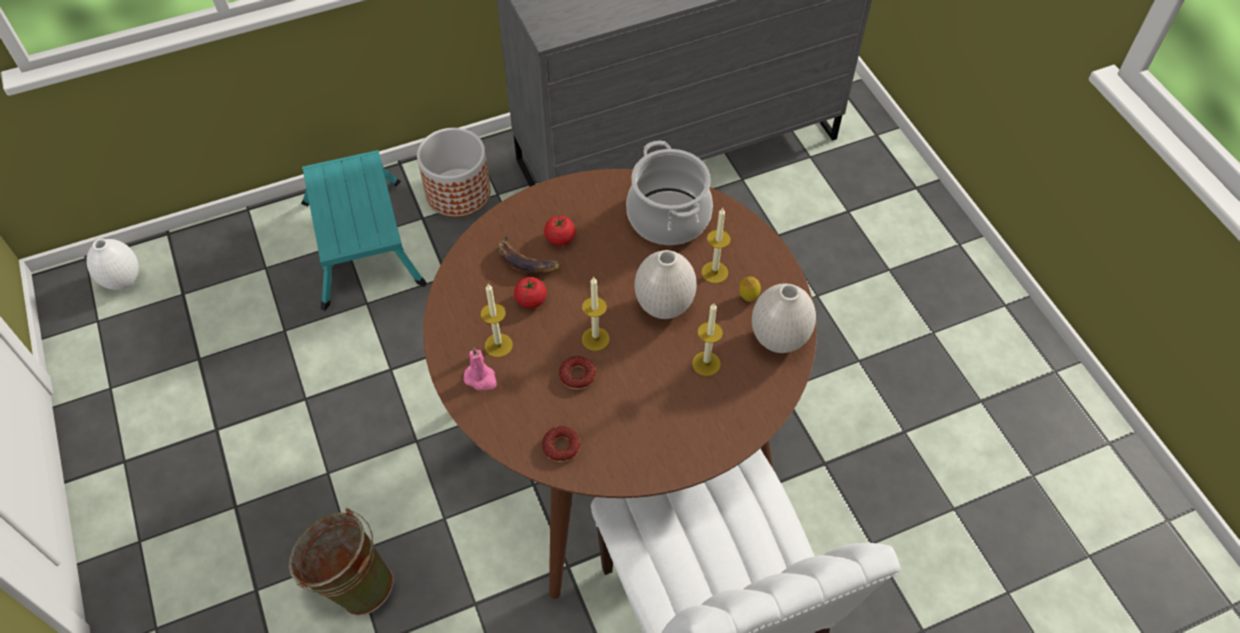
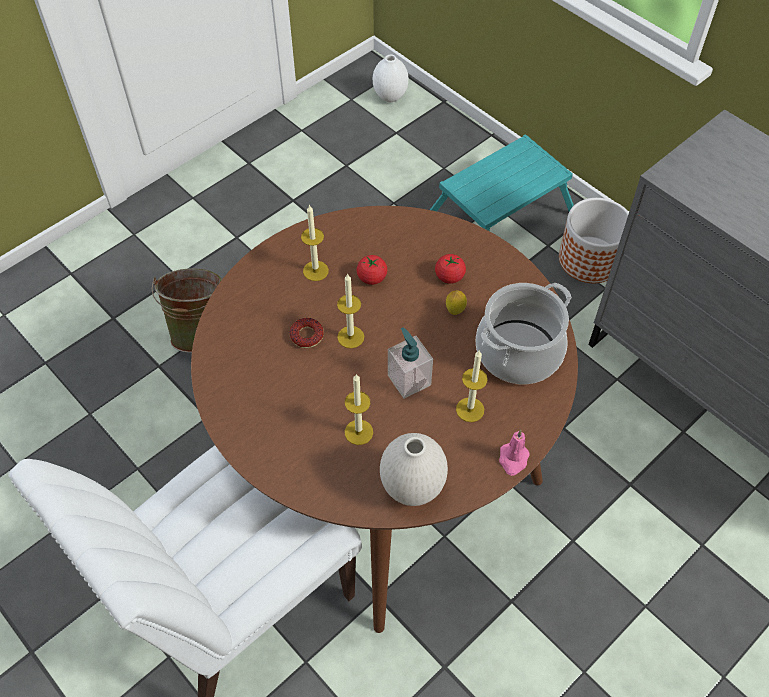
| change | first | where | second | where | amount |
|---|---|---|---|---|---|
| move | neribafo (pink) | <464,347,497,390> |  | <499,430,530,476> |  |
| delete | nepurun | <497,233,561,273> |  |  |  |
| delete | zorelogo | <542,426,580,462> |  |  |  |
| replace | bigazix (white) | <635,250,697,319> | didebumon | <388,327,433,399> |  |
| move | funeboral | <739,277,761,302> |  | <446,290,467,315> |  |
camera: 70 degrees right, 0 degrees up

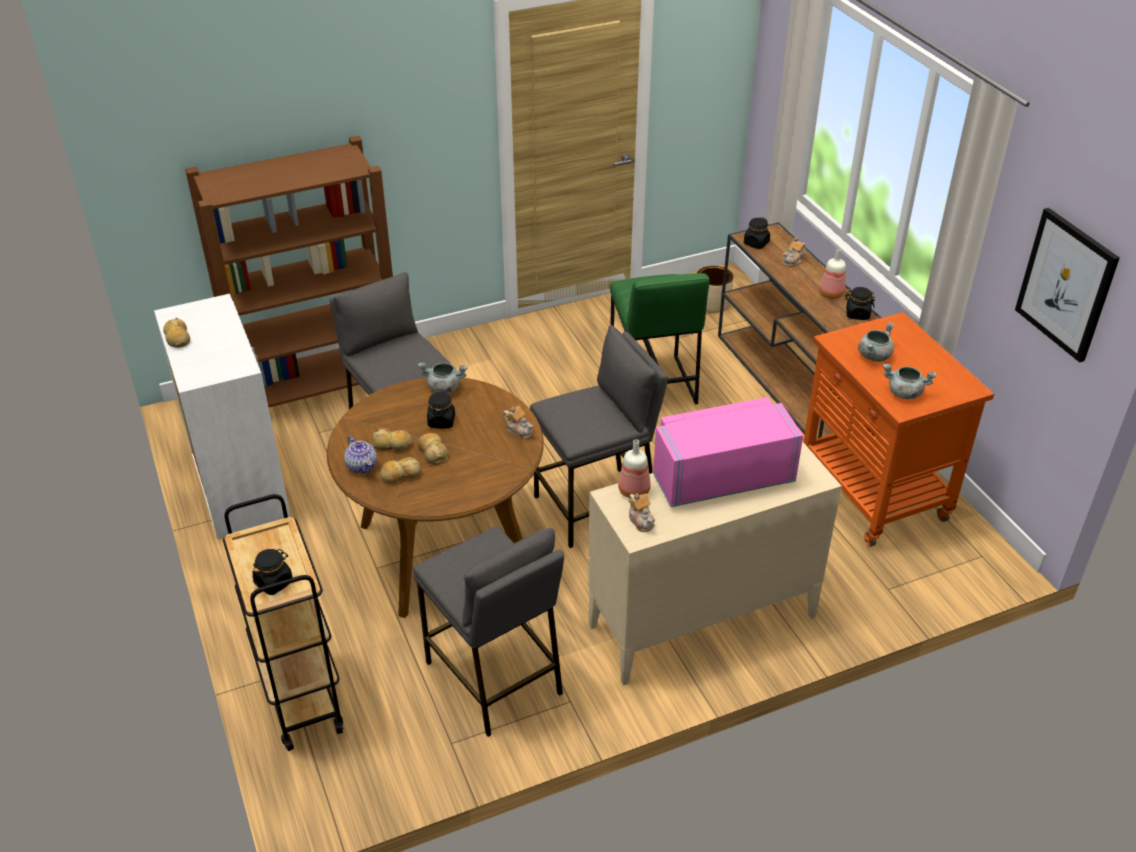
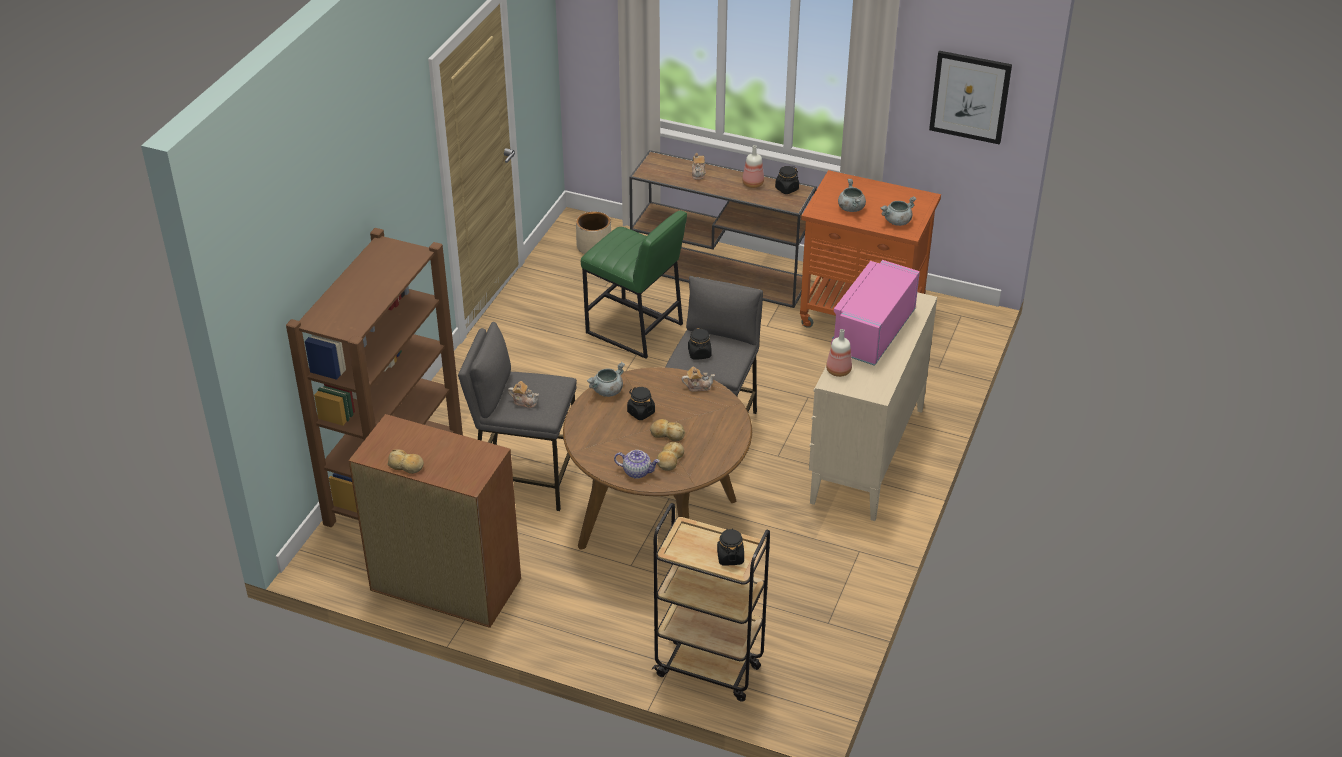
| change | first | where | second | where | amount |
|---|---|---|---|---|---|
| recolor | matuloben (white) | <154,294,290,539> | matuloben (brown) | <348,414,521,628> |  |
| delete | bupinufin | <372,429,412,451> |  |  |  |
| delete | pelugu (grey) | <413,527,564,737> |  |  |  |
| move | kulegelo | <629,493,655,532> |  | <508,381,539,408> |  |
| move | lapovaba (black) | <744,217,770,249> |  | <688,328,712,360> |  |
camera: 45 degrees left, 0 degrees up

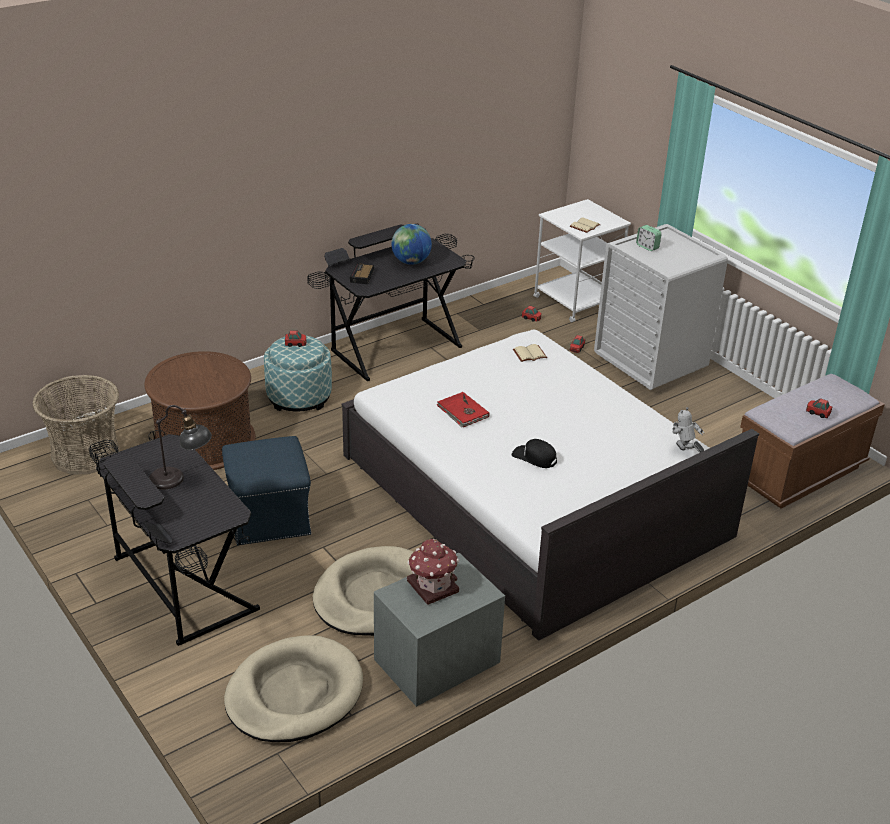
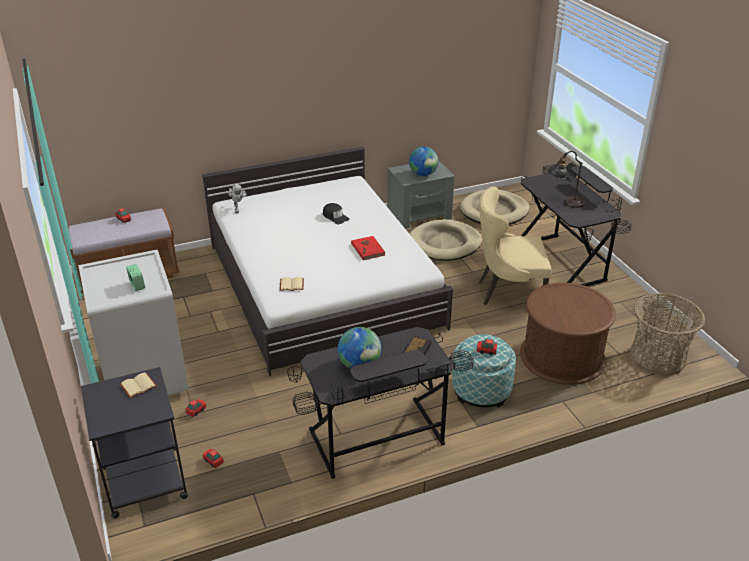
| change | first | where | second | where | amount |
|---|---|---|---|---|---|
| replace | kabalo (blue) | <222,436,312,545> | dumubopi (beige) | <479,186,551,305> |  |
| replace | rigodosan | <407,539,459,605> | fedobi | <409,146,438,176> |  |
| recolor | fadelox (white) | <533,199,631,322> | fadelox (black) | <81,367,188,519> |  |
camera: 165 degrees left, 0 degrees up

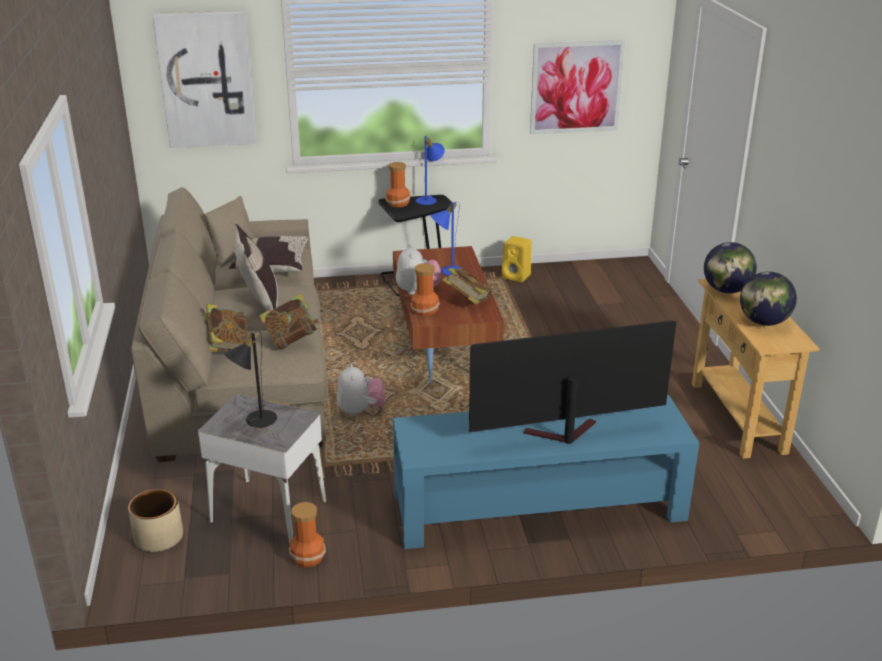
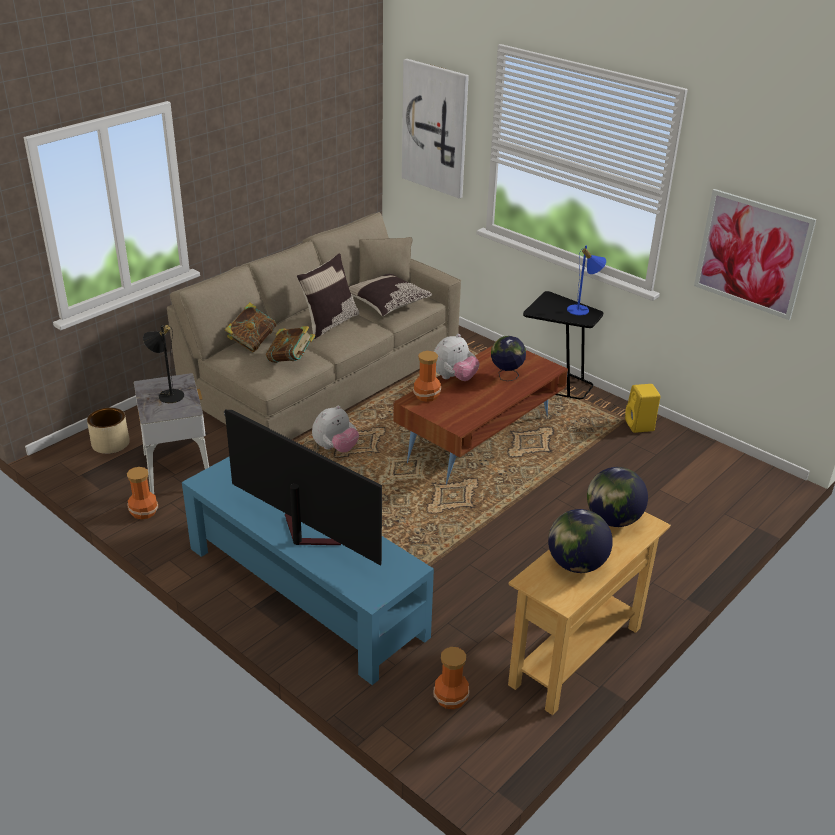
| change | first | where | second | where | amount |
|---|---|---|---|---|---|
| move | bigazix | <386,162,411,207> |  | <434,647,469,709> |  |
| replace | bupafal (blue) | <430,202,463,276> | fedobi | <491,336,526,381> |  |
| delete | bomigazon | <442,268,492,304> |  |  |  |
camera: 50 degrees right, 5 degrees up

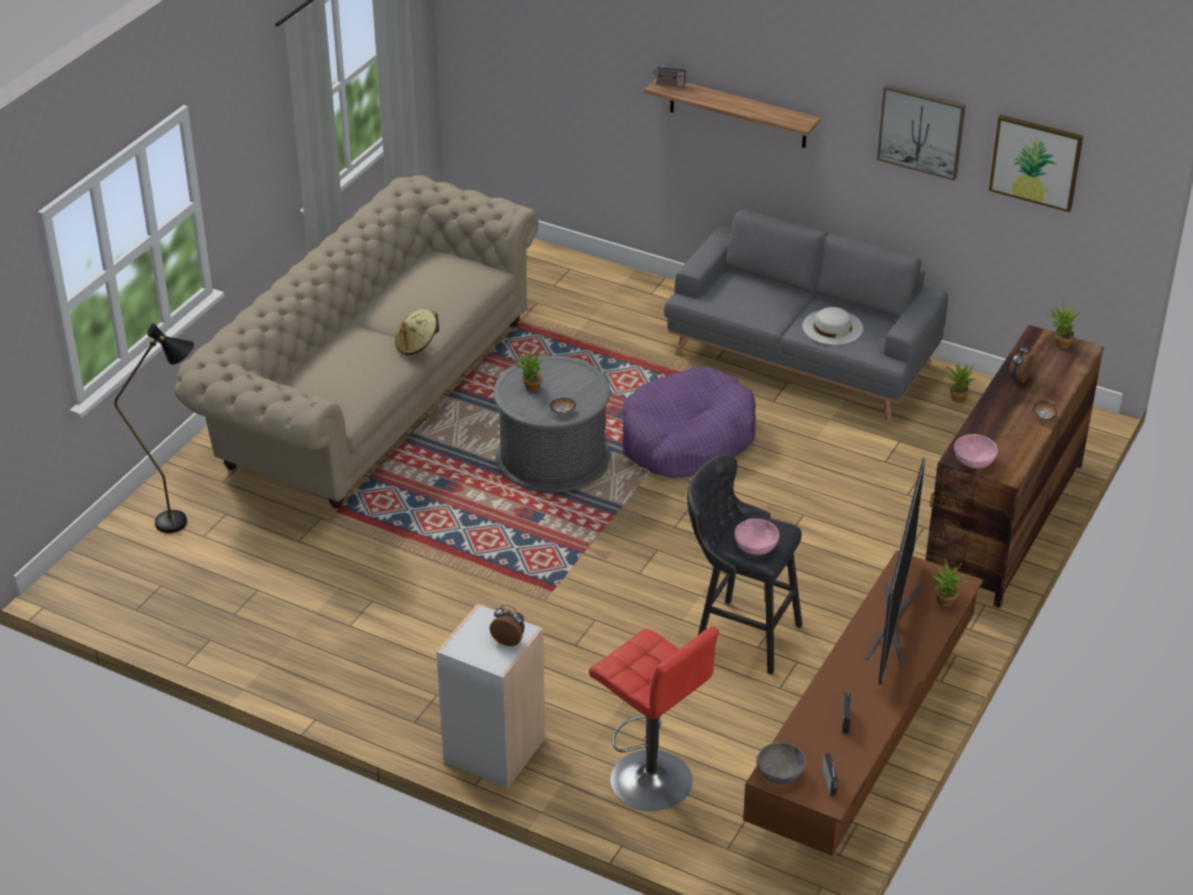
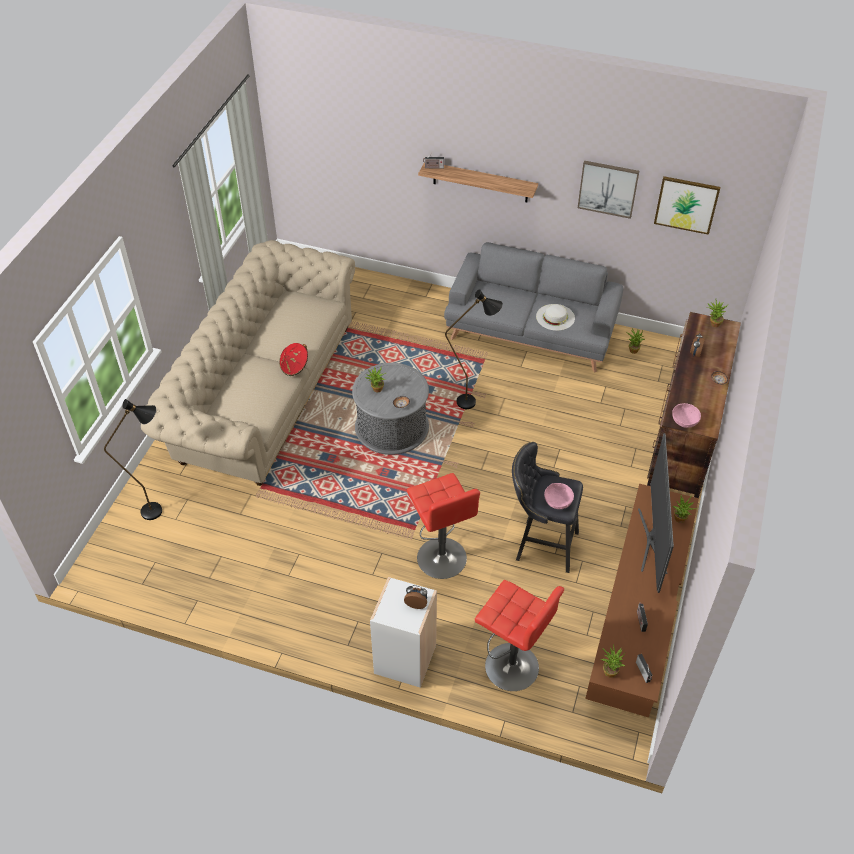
| change | first | where | second | where | amount |
|---|---|---|---|---|---|
| recolor | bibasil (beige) | <395,309,439,356> | bibasil (red) | <279,343,308,376> |  |
| replace | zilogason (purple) | <622,367,756,478> | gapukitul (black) | <445,289,503,409> |  |
| replace | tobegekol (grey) | <757,742,806,784> | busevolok | <601,644,625,678> |  |
| insert |  |  | pelugu (red) | <407,473,480,579> |  |
camera: 10 degrees left, 10 degrees up

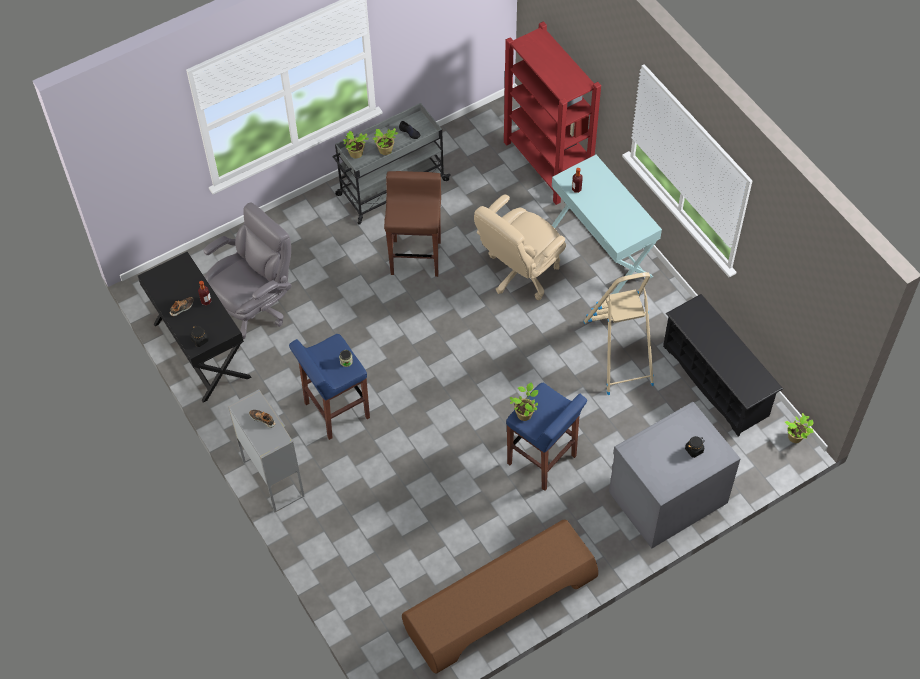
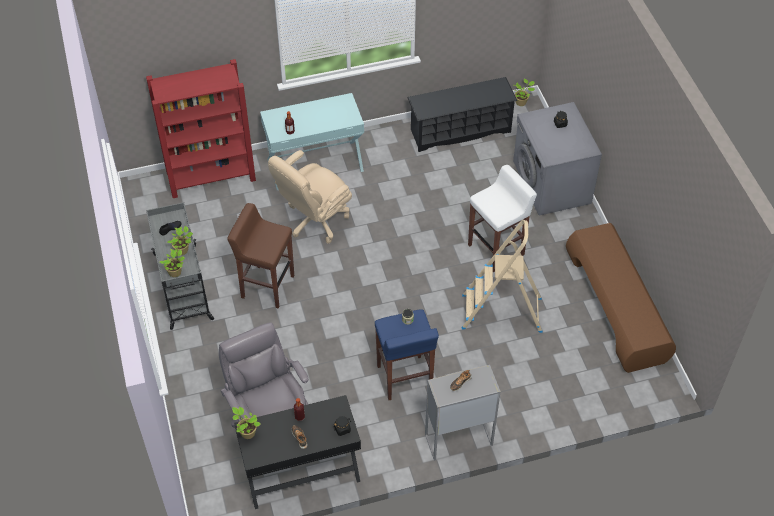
| change | first | where | second | where | amount |
|---|---|---|---|---|---|
| rotate | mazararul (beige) | <474,194,566,300> |  | <268,150,352,244> | 75 degrees clockwise |
| recolor | pelugu (blue) | <506,383,587,491> | pelugu (white) | <468,165,537,272> |  |
| move | busevolok | <510,382,538,421> |  | <232,407,260,439> |  |
| move | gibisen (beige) | <583,272,654,395> |  | <462,220,543,333> |  |
camera: 75 degrees left, 5 degrees down

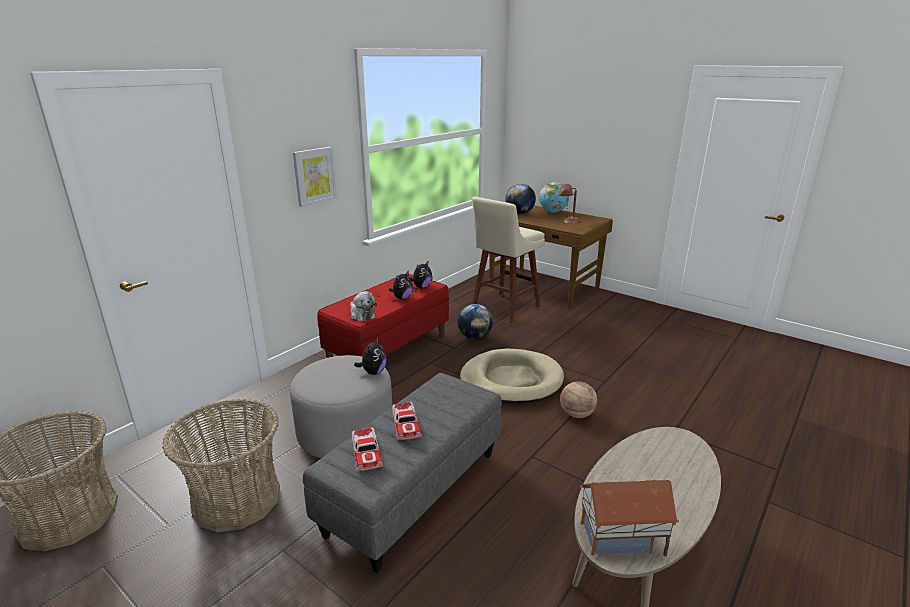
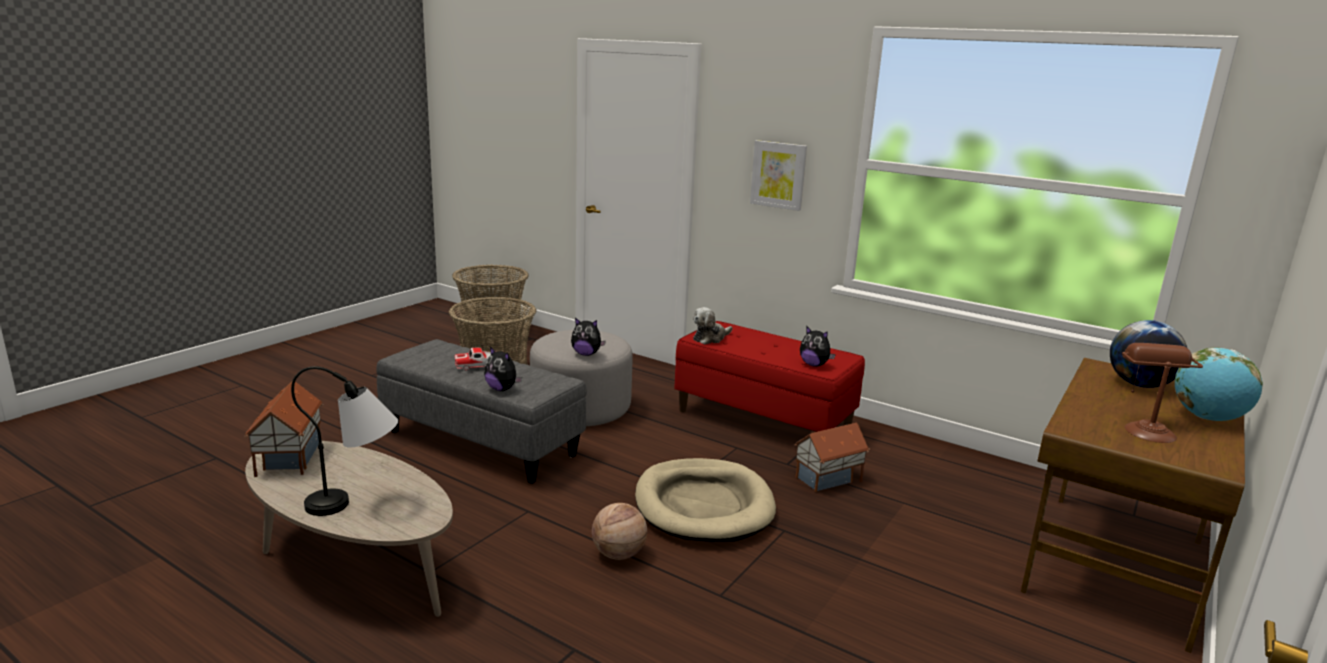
| change | first | where | second | where | amount |
|---|---|---|---|---|---|
| delete | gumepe | <351,427,383,471> |  |  |  |
| move | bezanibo | <389,271,413,300> |  | <484,347,522,391> |  |
| replace | fedobi | <457,304,493,339> | rigodosan | <794,423,870,492> |  |
| delete | pelugu (beige) | <472,197,545,323> |  |  |  |
| insert |  |  | bupafal | <291,366,398,516> |  |
camera: 85 degrees right, 5 degrees down

